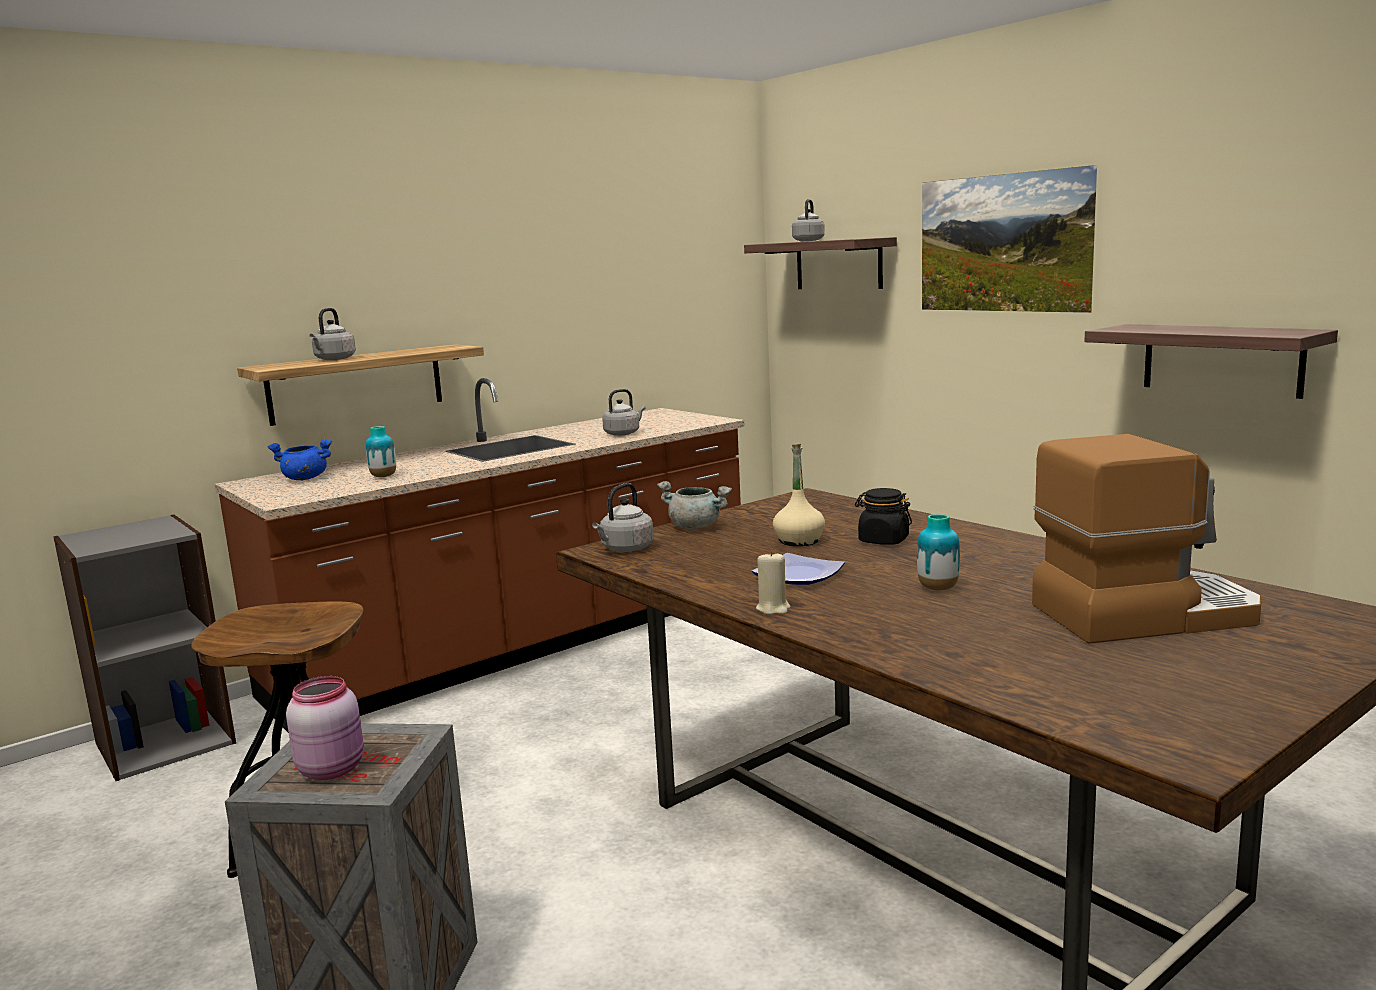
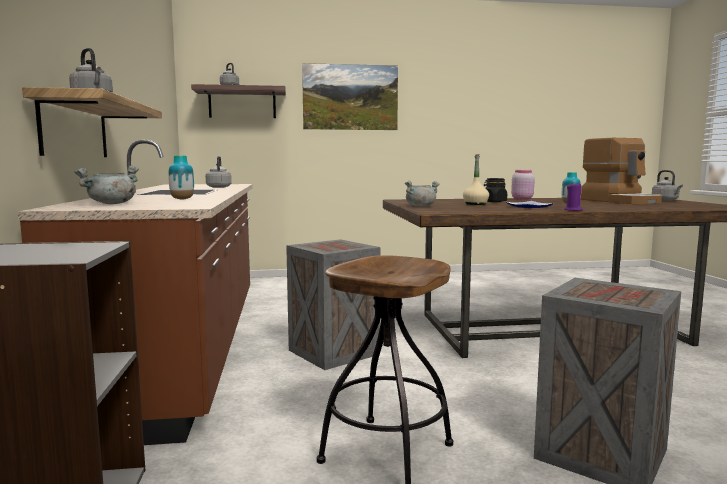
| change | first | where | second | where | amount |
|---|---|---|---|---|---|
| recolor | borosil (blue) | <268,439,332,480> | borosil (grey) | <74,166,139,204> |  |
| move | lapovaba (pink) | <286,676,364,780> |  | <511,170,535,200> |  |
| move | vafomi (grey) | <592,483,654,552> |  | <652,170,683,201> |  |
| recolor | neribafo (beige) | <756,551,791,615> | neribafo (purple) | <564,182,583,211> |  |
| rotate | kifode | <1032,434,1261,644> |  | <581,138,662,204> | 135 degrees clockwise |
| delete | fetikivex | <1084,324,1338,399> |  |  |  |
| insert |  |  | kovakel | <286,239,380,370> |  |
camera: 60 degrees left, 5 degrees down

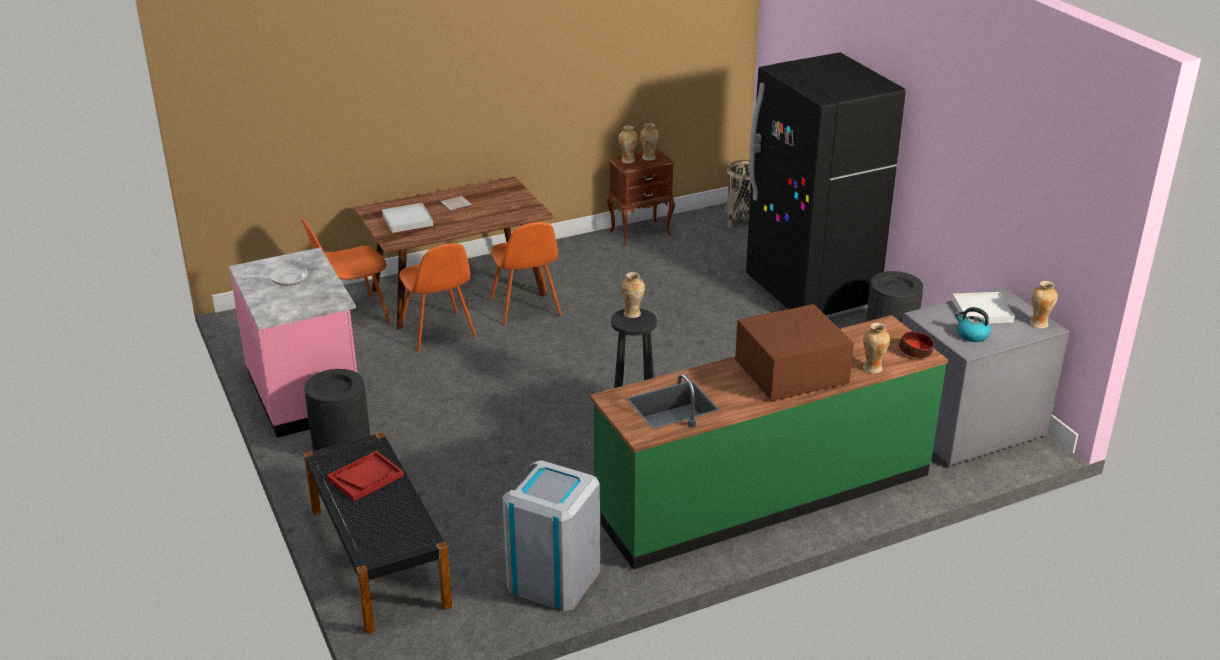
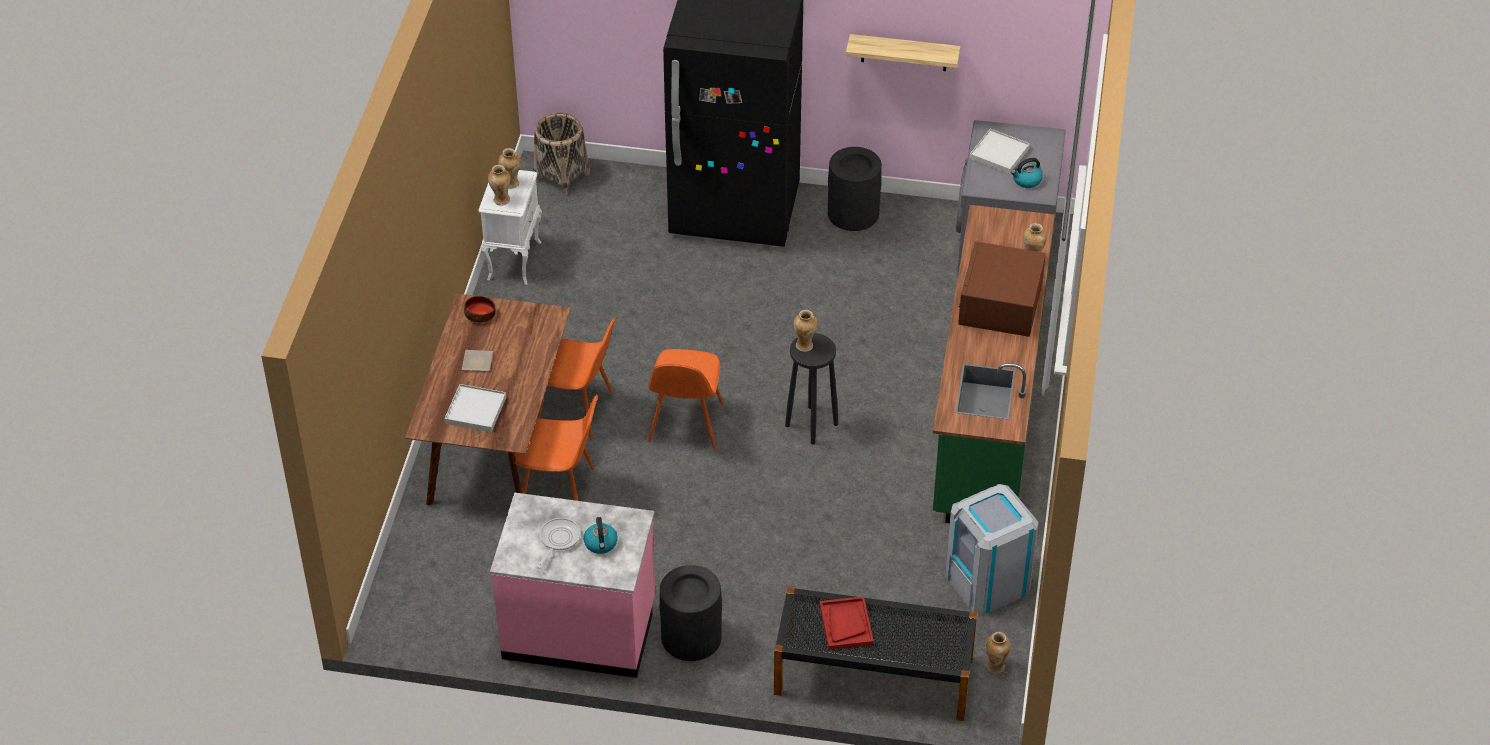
| change | first | where | second | where | amount |
|---|---|---|---|---|---|
| move | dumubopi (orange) | <301,217,390,323> |  | <648,349,724,449> |  |
| recolor | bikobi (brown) | <607,149,675,246> | bikobi (white) | <478,170,542,285> |  |
| move | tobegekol | <899,331,934,358> |  | <464,296,495,323> |  |
| move | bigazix | <1030,281,1058,329> |  | <985,632,1011,674> |  |
| insert |  |  | vafomi | <584,517,618,554> |  |
| insert |  |  | fetikivex | <846,34,961,71> |  |
camera: 55 degrees left, 15 degrees up

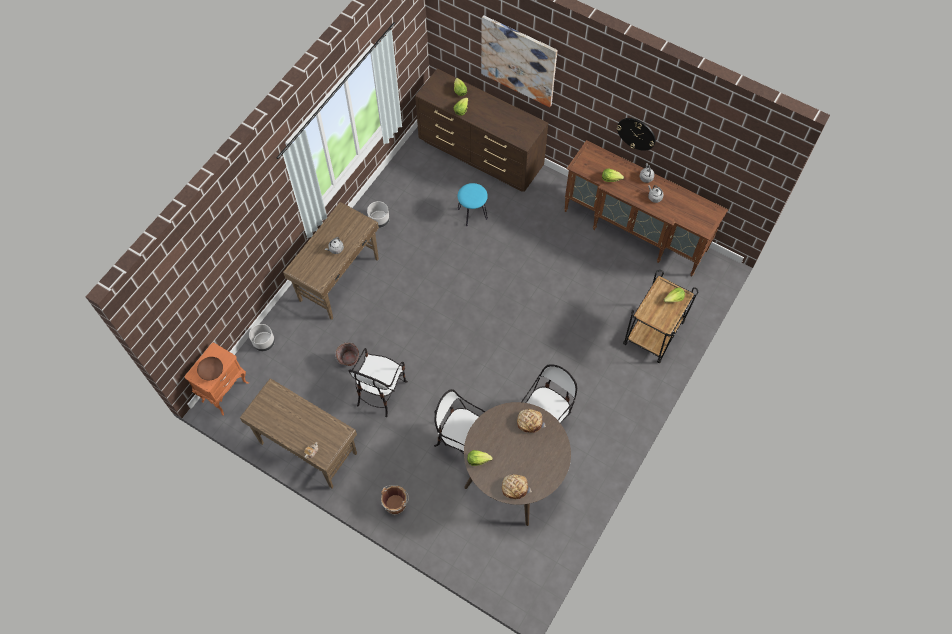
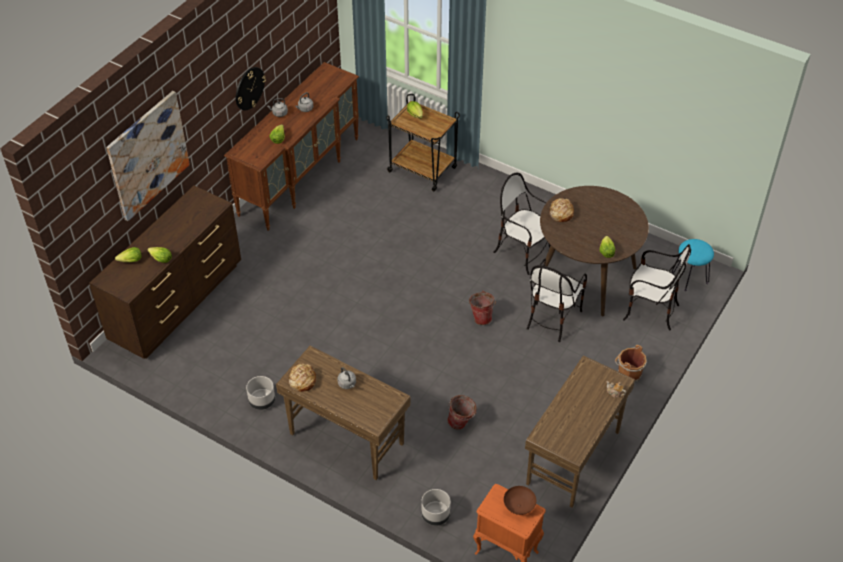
| change | first | where | second | where | amount |
|---|---|---|---|---|---|
| move | dumubopi | <349,348,408,417> |  | <623,244,691,330> |  |
| move | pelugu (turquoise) | <458,183,488,227> |  | <672,239,714,291> |  |
| move | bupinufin | <502,474,532,499> |  | <289,363,316,392> |  |
| insert |  |  | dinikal | <469,291,496,325> |  |
camera: 90 degrees left, 15 degrees down

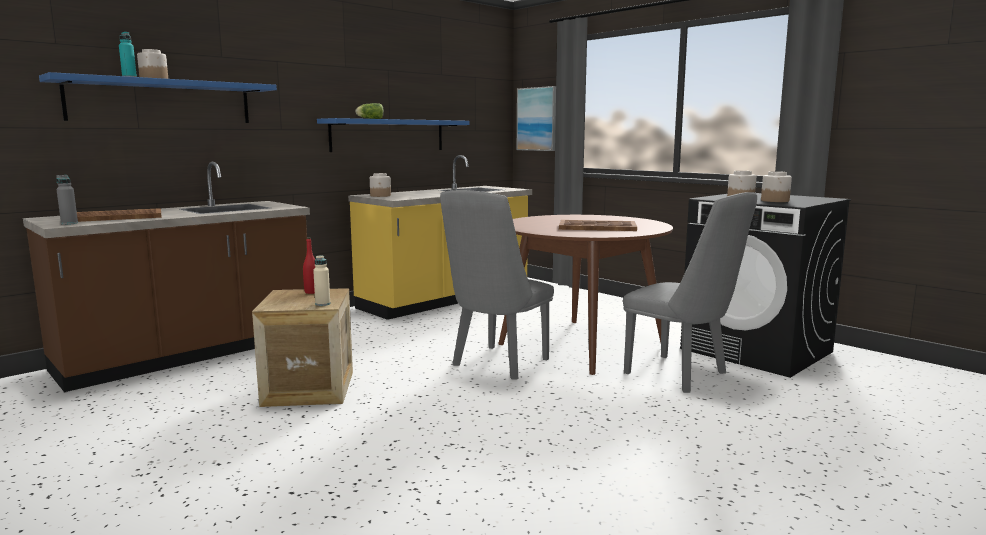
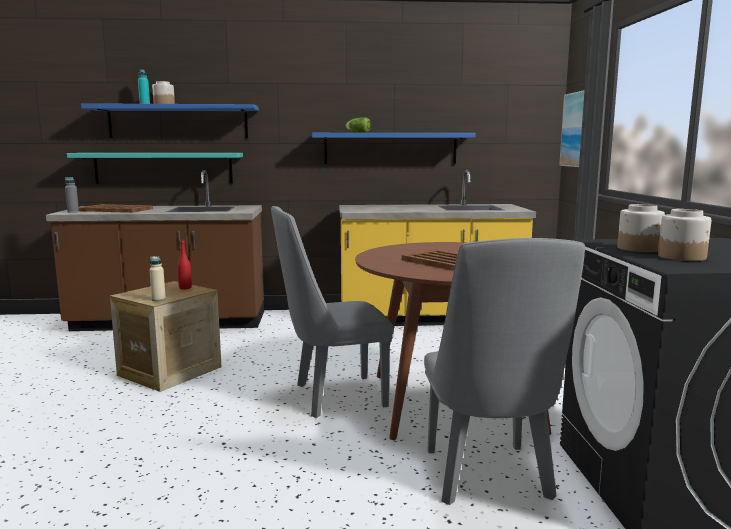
| change | first | where | second | where | amount |
|---|---|---|---|---|---|
| delete | lapovaba | <370,173,391,197> |  |  |  |
| insert |  |  | fetikivex (turquoise) | <67,153,243,184> |  |
camera: 40 degrees right, 0 degrees up

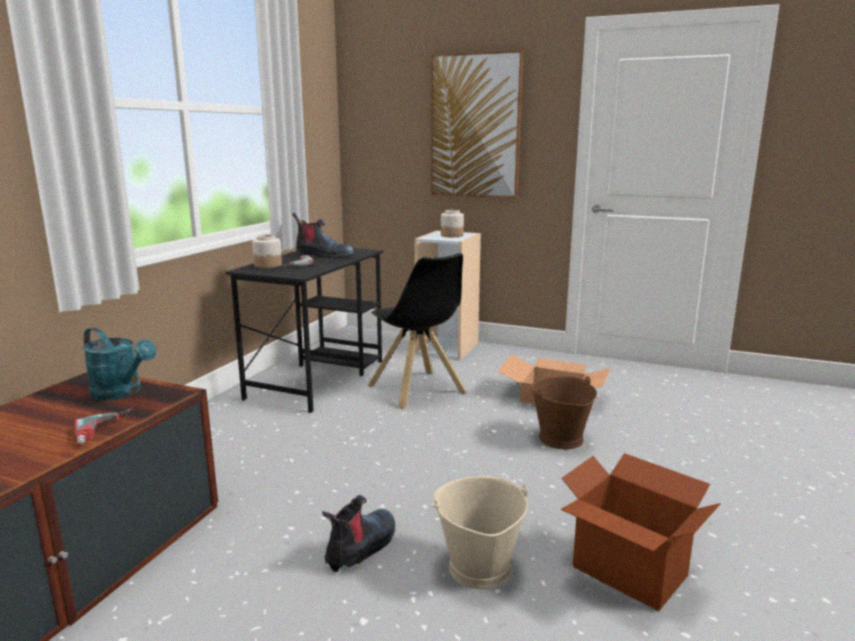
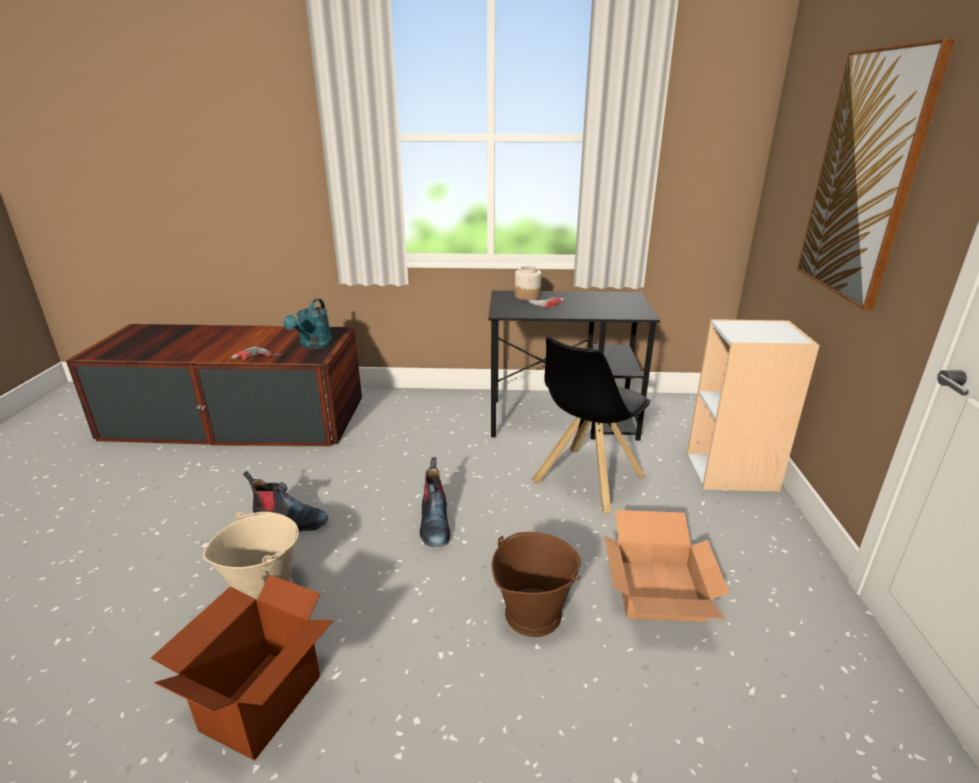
| change | first | where | second | where | amount |
|---|---|---|---|---|---|
| move | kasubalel | <292,213,354,258> |  | <420,457,450,547> |  |
| delete | lapovaba | <441,210,464,237> |  |  |  |
camera: 70 degrees right, 10 degrees up

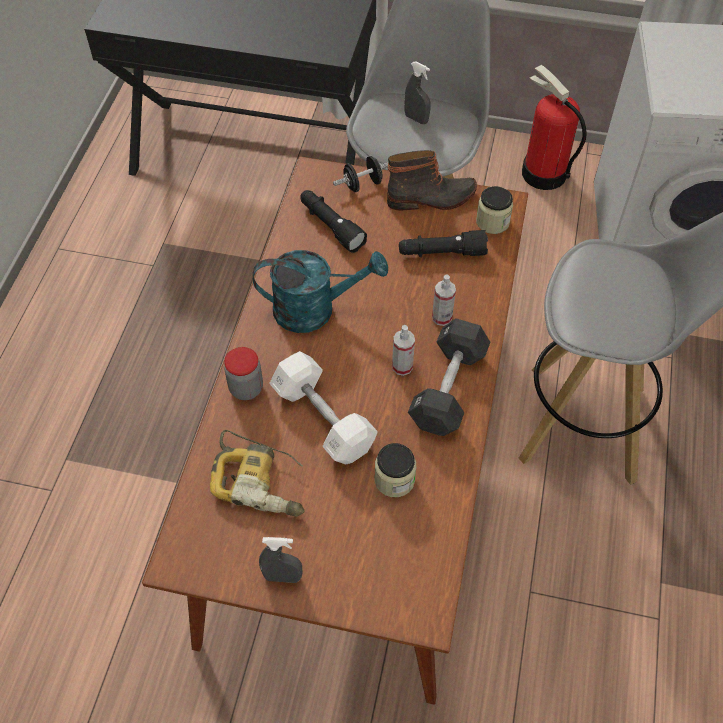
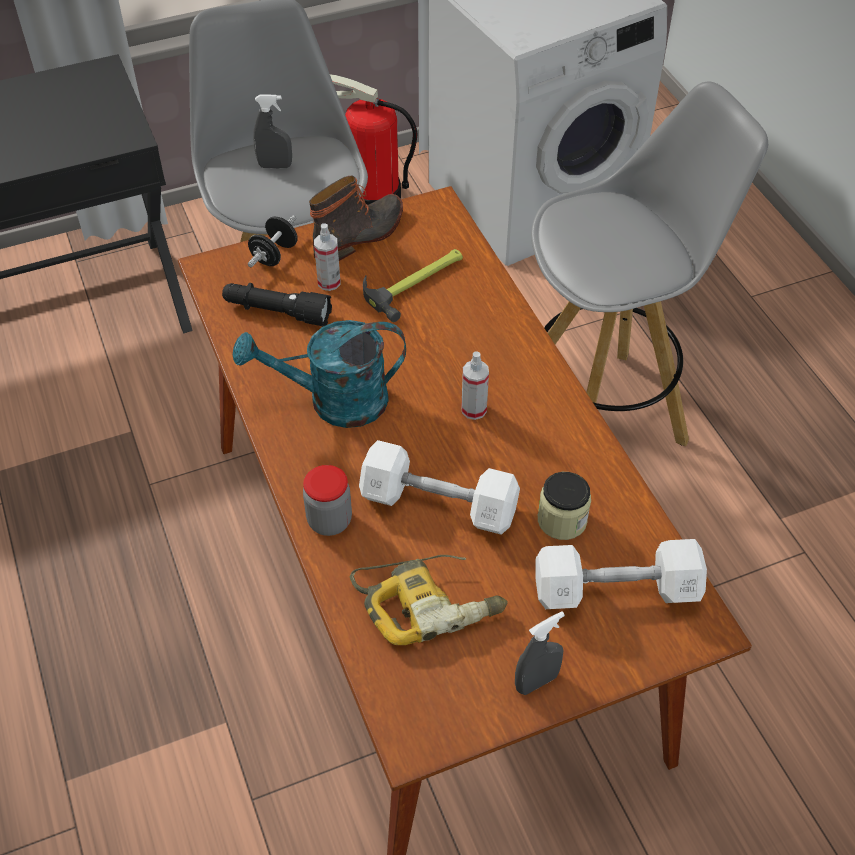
| change | first | where | second | where | amount |
|---|---|---|---|---|---|
| rotate | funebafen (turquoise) | <253,250,388,333> |  | <233,320,406,428> | 150 degrees counterclockwise |
| replace | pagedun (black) | <399,230,488,257> | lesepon | <363,249,463,322> |  |
| delete | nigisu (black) | <408,318,490,436> |  |  |  |
| move | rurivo | <432,274,456,326> |  | <314,223,341,291> |  |
| delete | lapovaba | <476,186,513,234> |  |  |  |
| insert |  |  | nigisu (white) | <536,539,707,609> |  |
camera: 35 degrees left, 5 degrees down

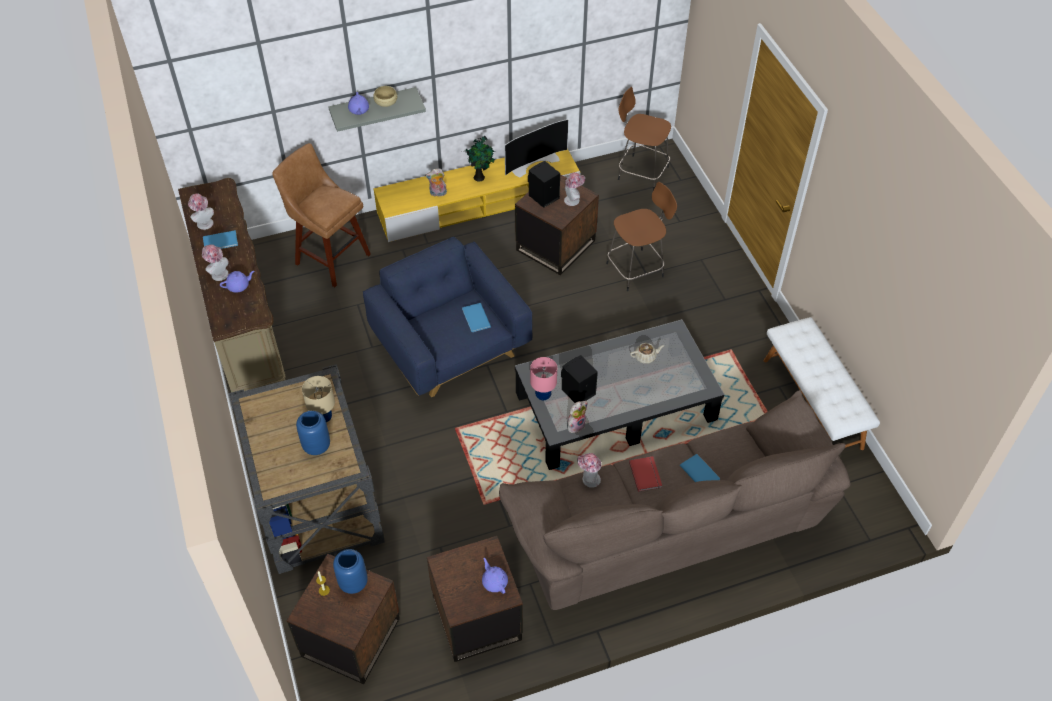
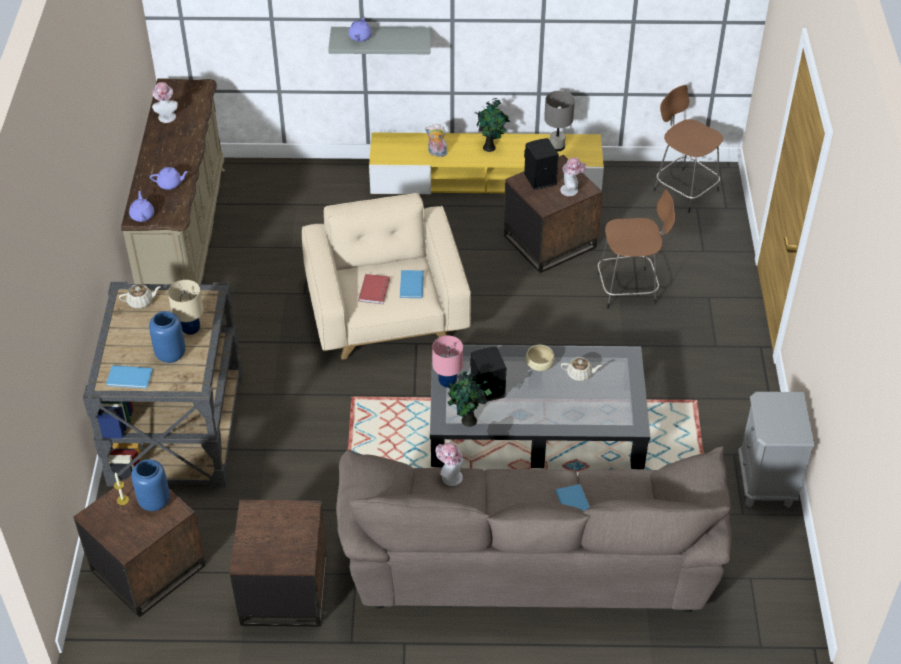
| change | first | where | second | where | amount |
|---|---|---|---|---|---|
| delete | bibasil | <202,244,229,281> |  |  |  |
| move | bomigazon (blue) | <203,230,238,249> |  | <106,365,153,389> |  |
| delete | pelugu (brown) | <272,143,371,287> |  |  |  |
| recolor | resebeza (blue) | <363,237,532,397> | resebeza (beige) | <302,193,471,360> |  |
| move | tobegekol (beige) | <373,86,397,107> |  | <526,345,555,371> |  |
| move | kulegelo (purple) | <482,558,508,594> |  | <129,191,154,222> |  |
| replace | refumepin | <505,119,569,177> | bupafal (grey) | <544,91,575,152> |  |
| replace | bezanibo | <567,401,588,433> | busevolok | <447,371,492,427> |  |
| move | bomigazon (red) | <629,456,662,492> |  | <358,274,390,304> |  |
| replace | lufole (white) | <764,317,880,450> | bikobi (grey) | <738,392,814,508> |  |
| insert |  |  | kulegelo (beige) | <119,284,160,309> |  |
camera: 20 degrees right, 5 degrees down

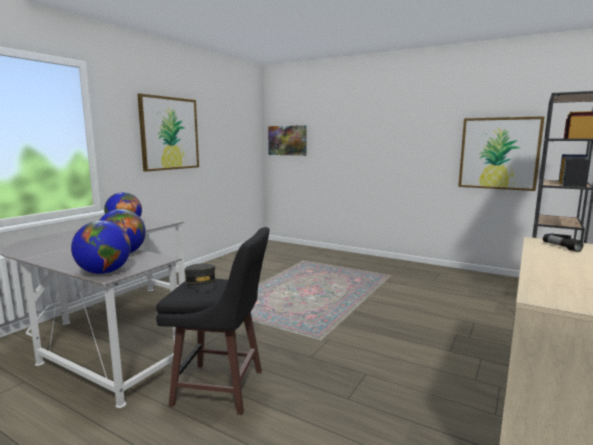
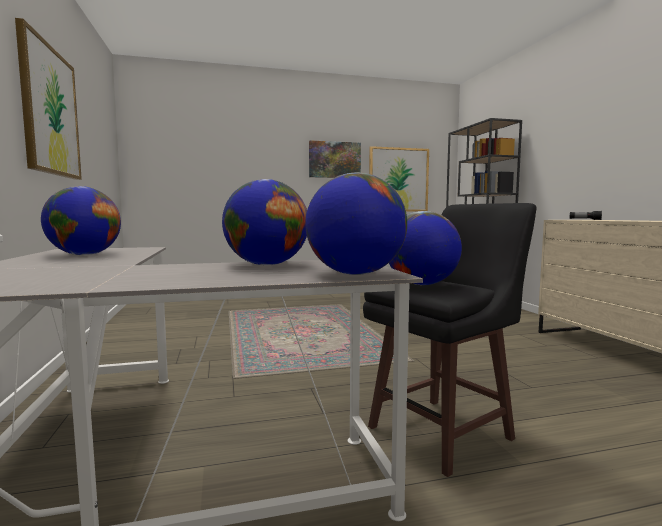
| change | first | where | second | where | amount |
|---|---|---|---|---|---|
| replace | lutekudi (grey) | <185,264,217,292> | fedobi | <389,211,462,285> |  |
| move | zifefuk | <268,125,307,156> |  | <309,140,361,178> |  |
camera: 45 degrees left, 5 degrees down

